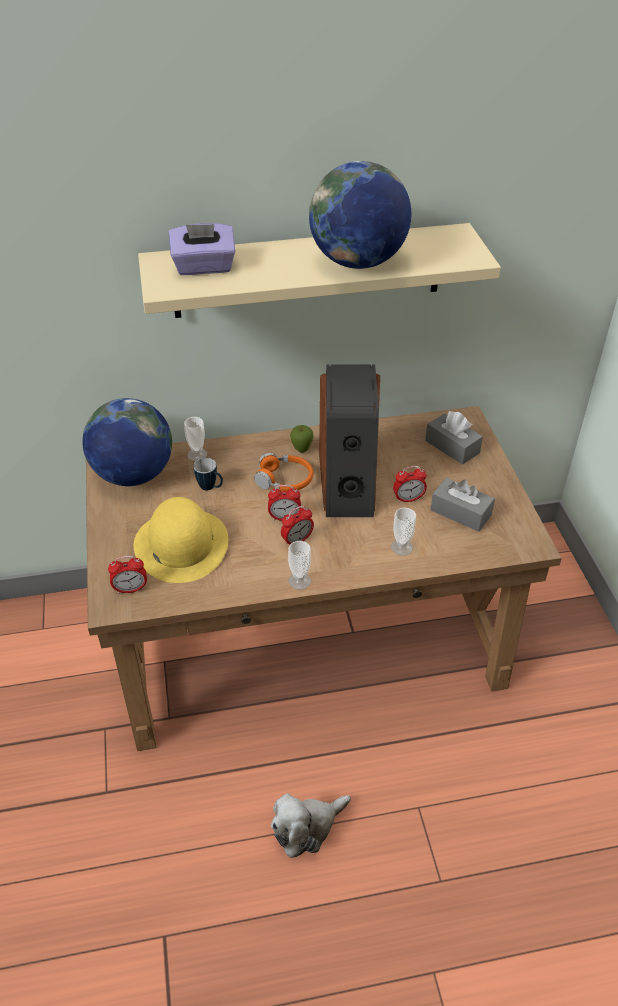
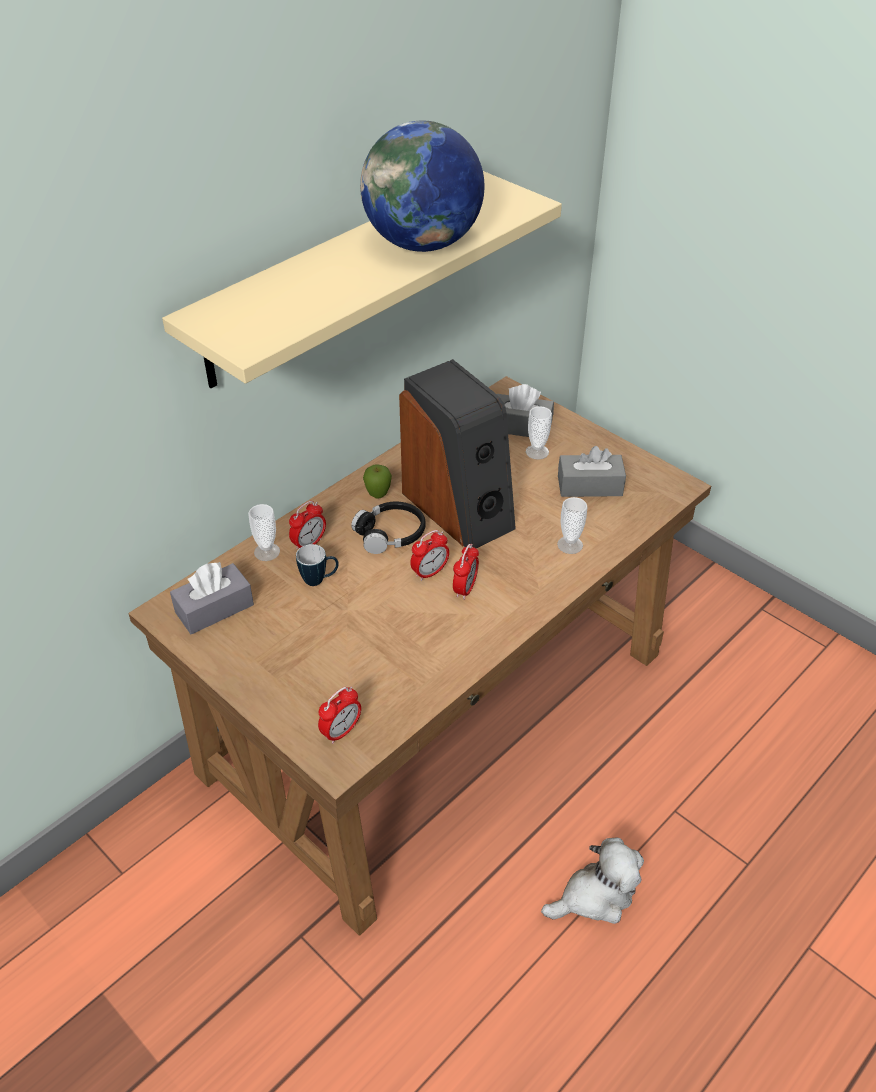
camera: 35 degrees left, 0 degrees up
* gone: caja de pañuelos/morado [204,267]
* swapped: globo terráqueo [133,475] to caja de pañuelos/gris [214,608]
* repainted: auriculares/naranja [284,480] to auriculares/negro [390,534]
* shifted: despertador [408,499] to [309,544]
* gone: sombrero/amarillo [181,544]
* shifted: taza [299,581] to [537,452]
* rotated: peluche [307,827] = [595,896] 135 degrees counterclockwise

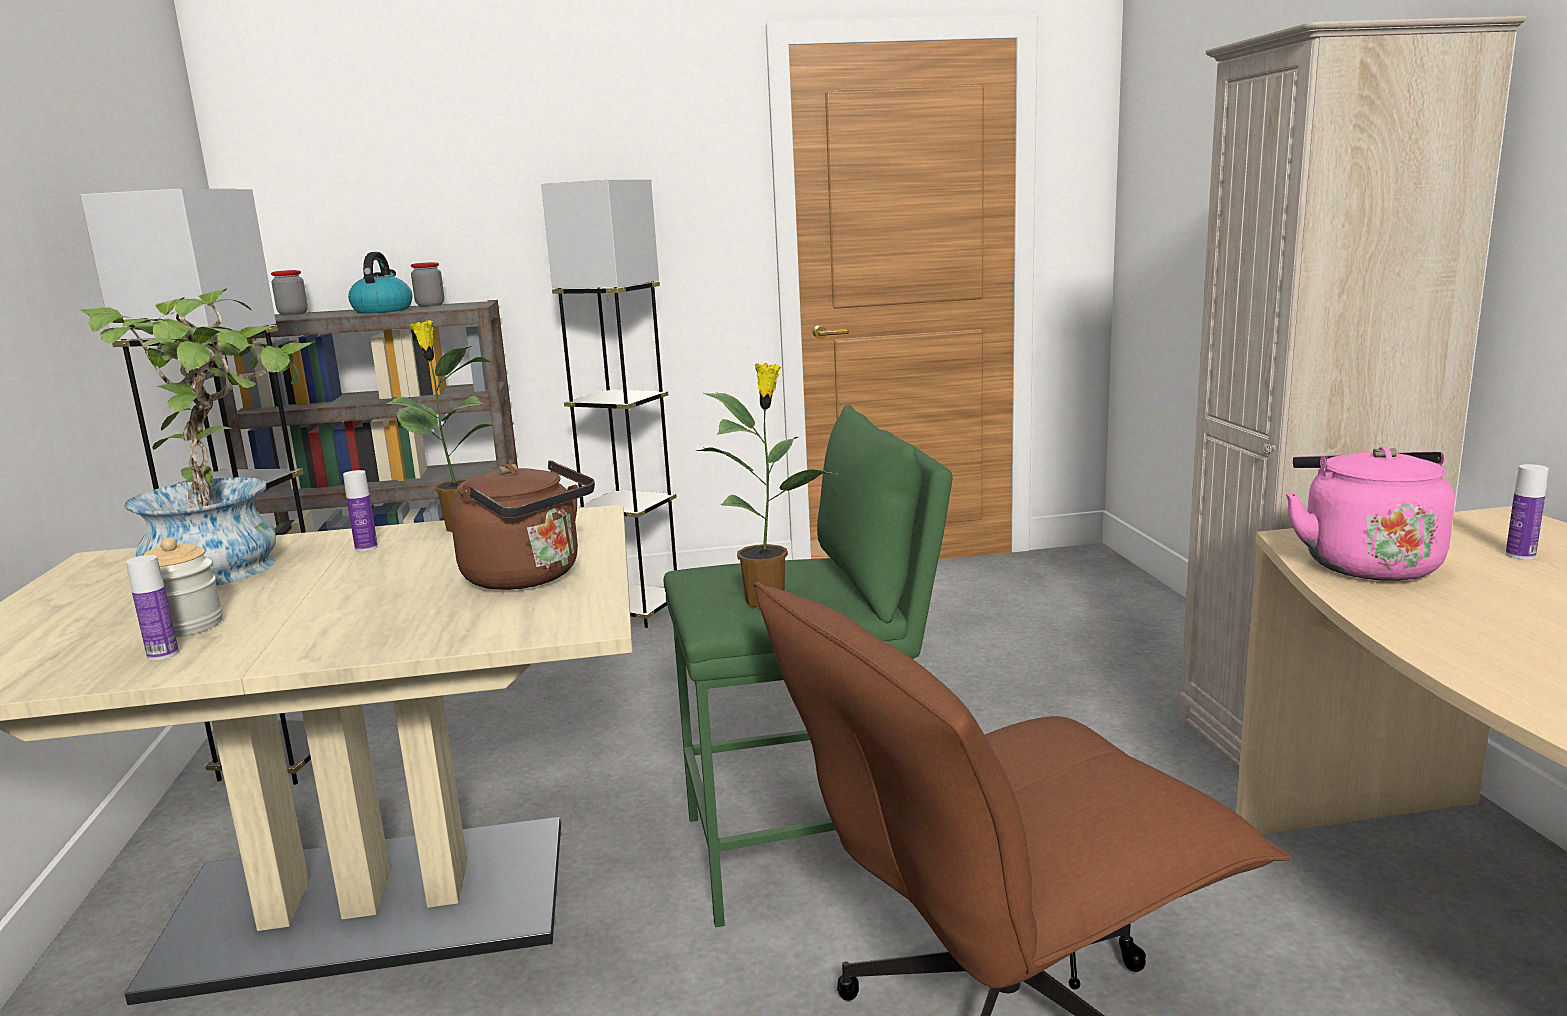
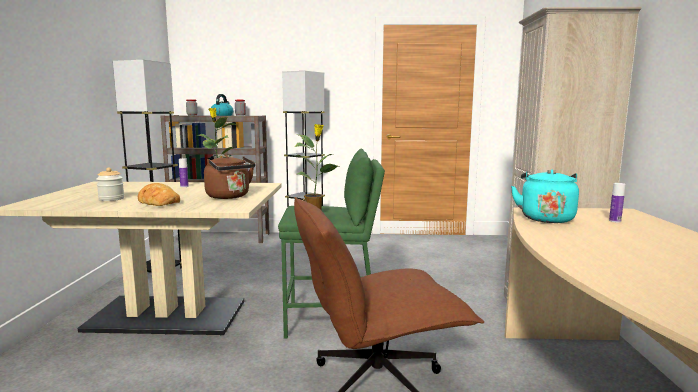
camera: 10 degrees right, 5 degrees down
* gone: planta en maceta [233,564]
* repainted: hervidor/rosa [1364,564] to hervidor/turquesa [545,218]
* gone: botella [163,654]
* new: pan [158,201]

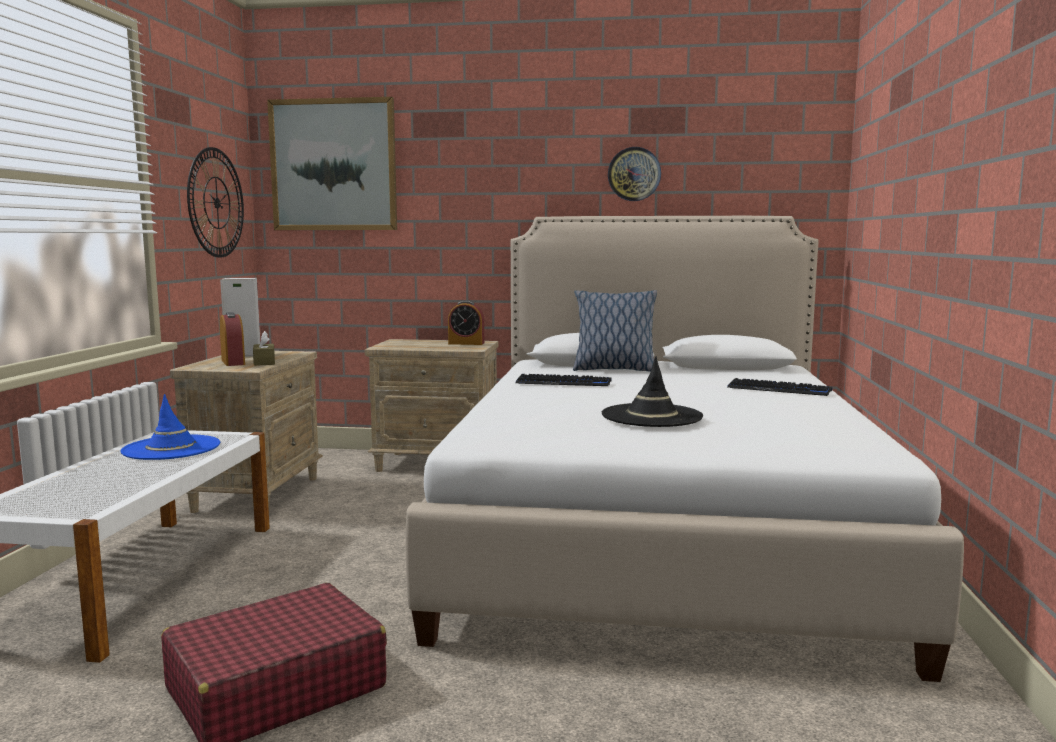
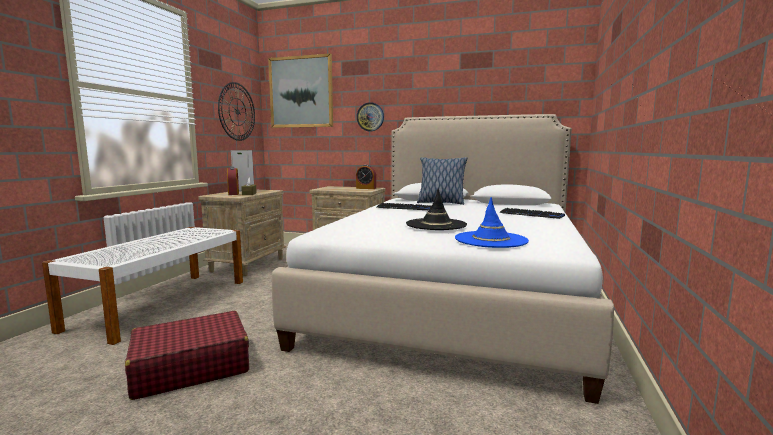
camera: 10 degrees right, 0 degrees up
* shifted: reloj de pared [634,174] to [370,117]
* shifted: sombrero/azul [171,448] to [491,240]

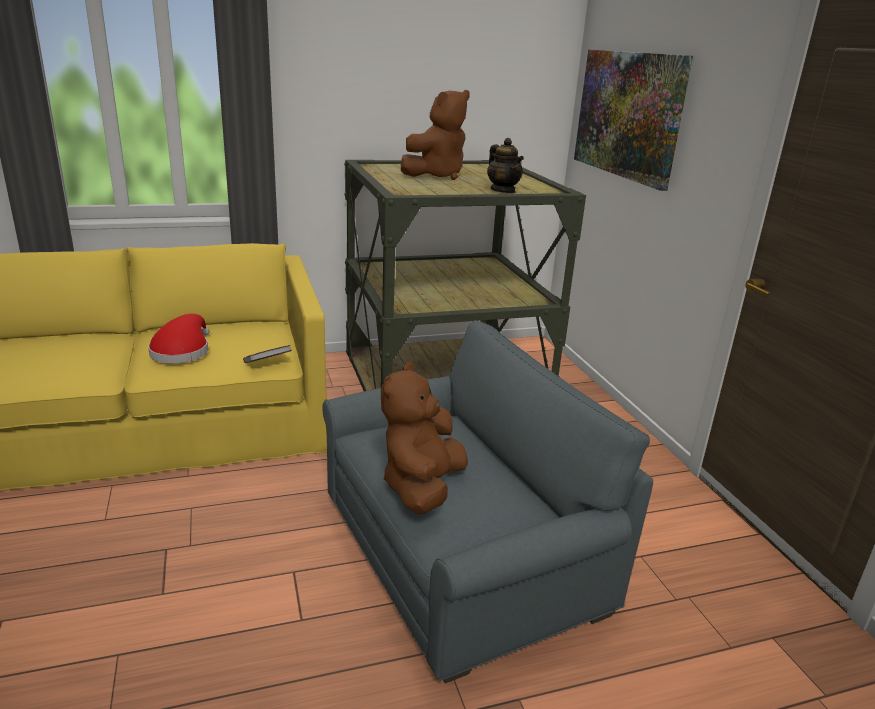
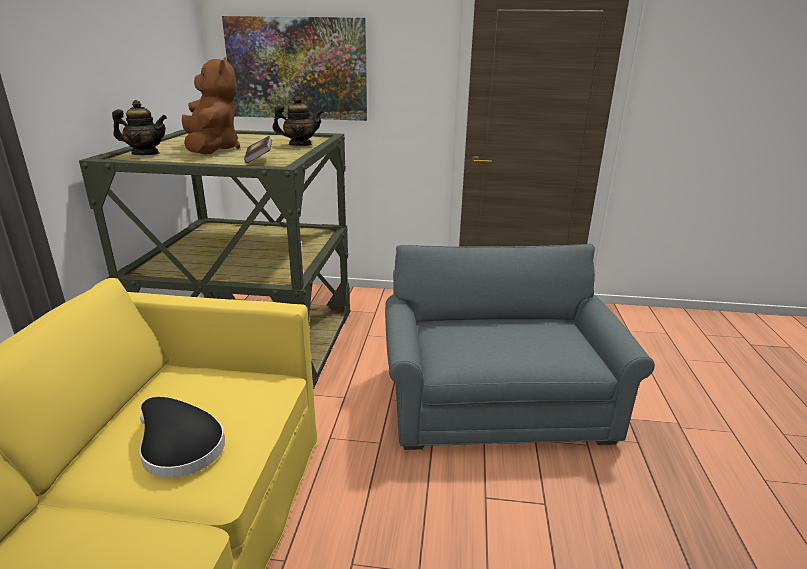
camera: 65 degrees left, 0 degrees up
* repainted: sombrero/rojo [182,351] to sombrero/negro [179,448]
* shifted: libro [267,363] to [259,158]
* gone: peluche/marrón [422,487]
* new: tetera [145,154]

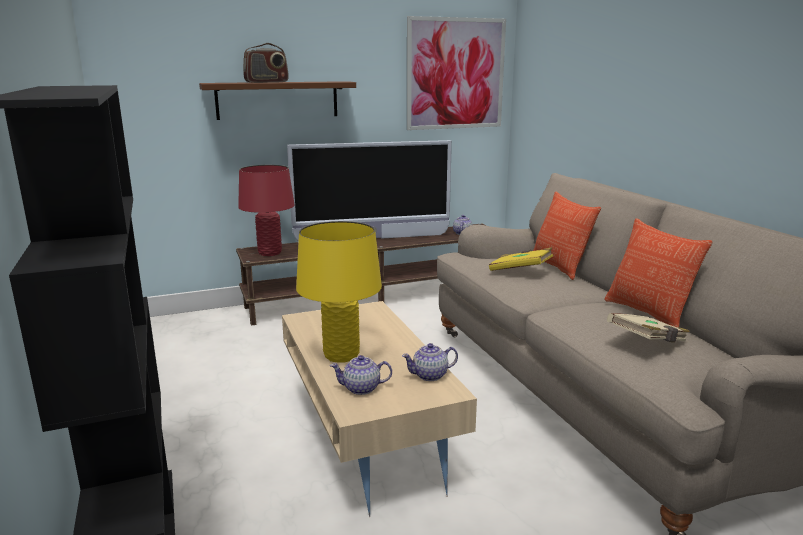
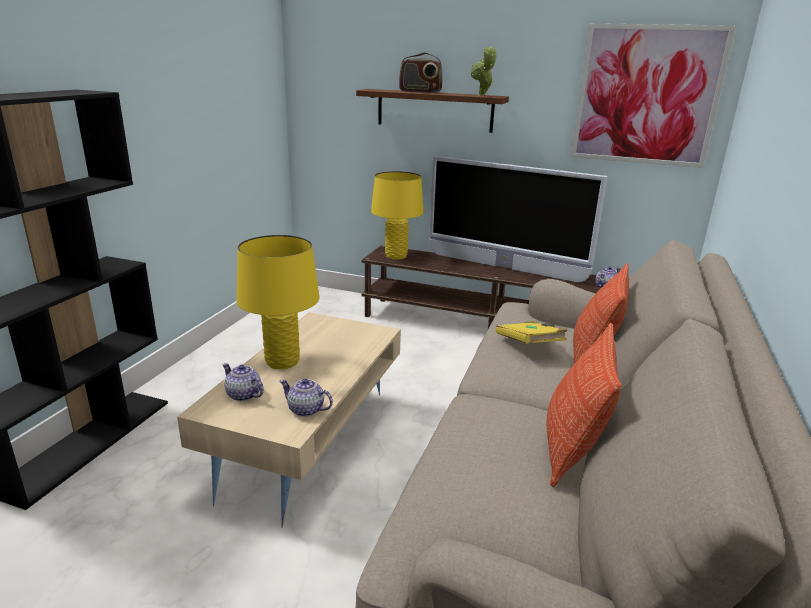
camera: 40 degrees right, 5 degrees up
* repainted: lámpara de mesa/rojo [270,253] to lámpara de mesa/amarillo [396,256]
* gone: libro/beis [647,342]
* new: planta en maceta [482,95]

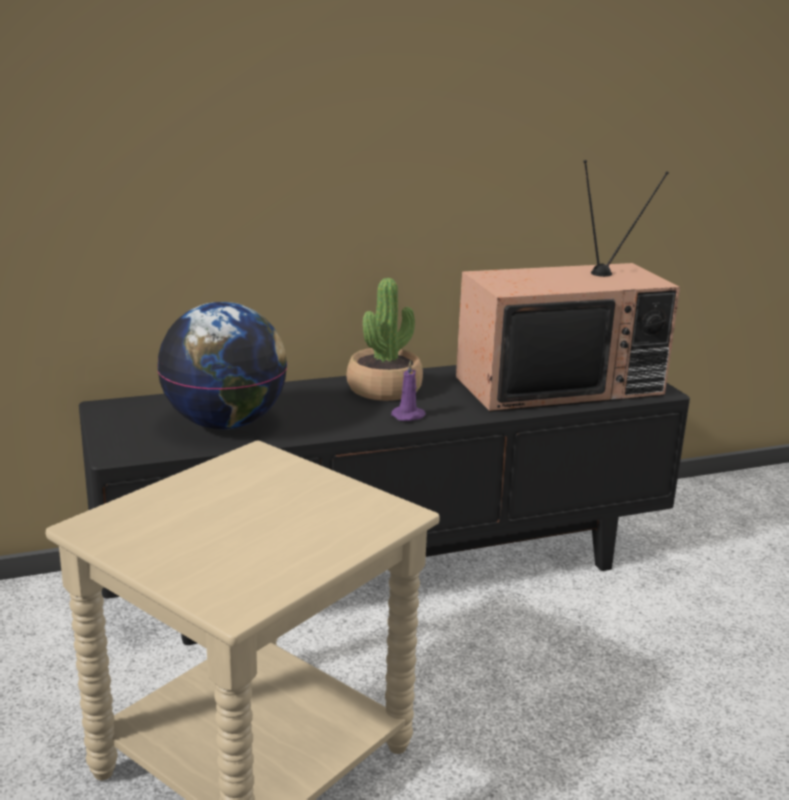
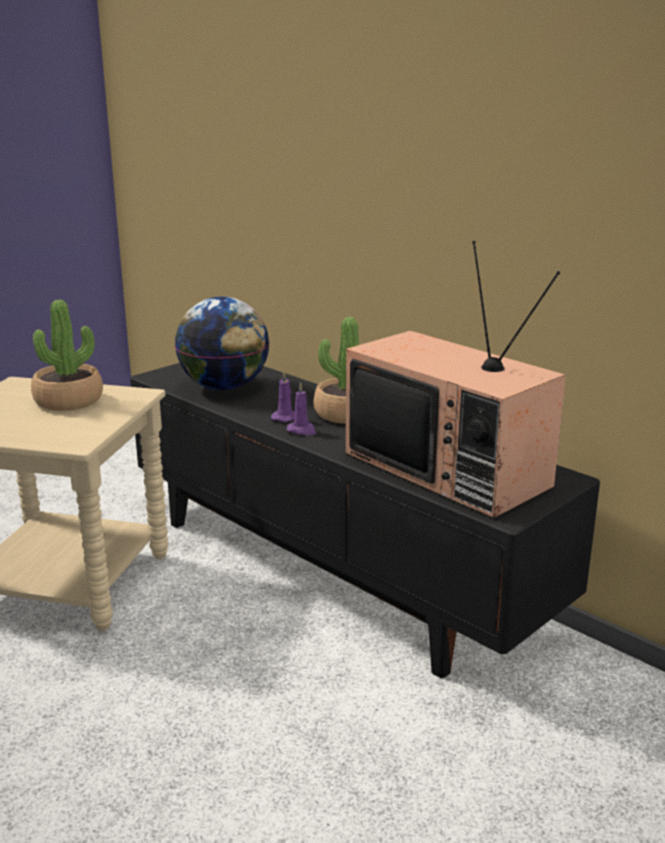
camera: 65 degrees right, 0 degrees up
* new: planta en maceta [69,401]
* new: vela/morado [285,417]

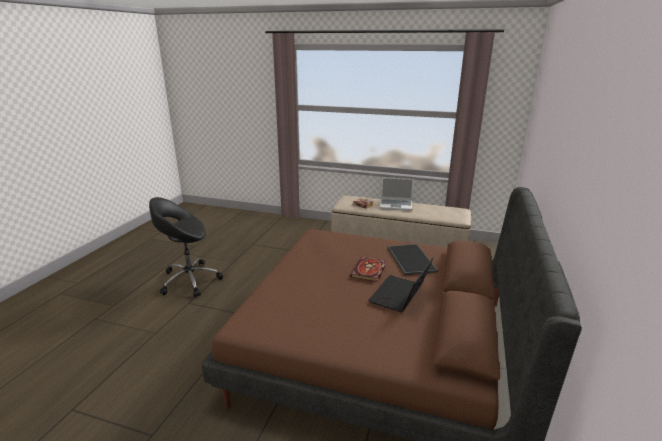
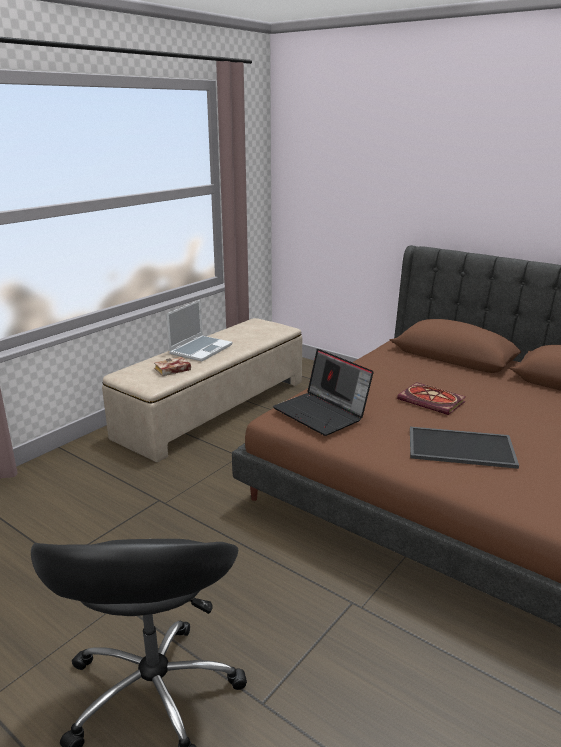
camera: 70 degrees left, 0 degrees up
* shifted: bandeja [410,259] to [460,448]
* shifted: portátil [400,295] to [322,413]

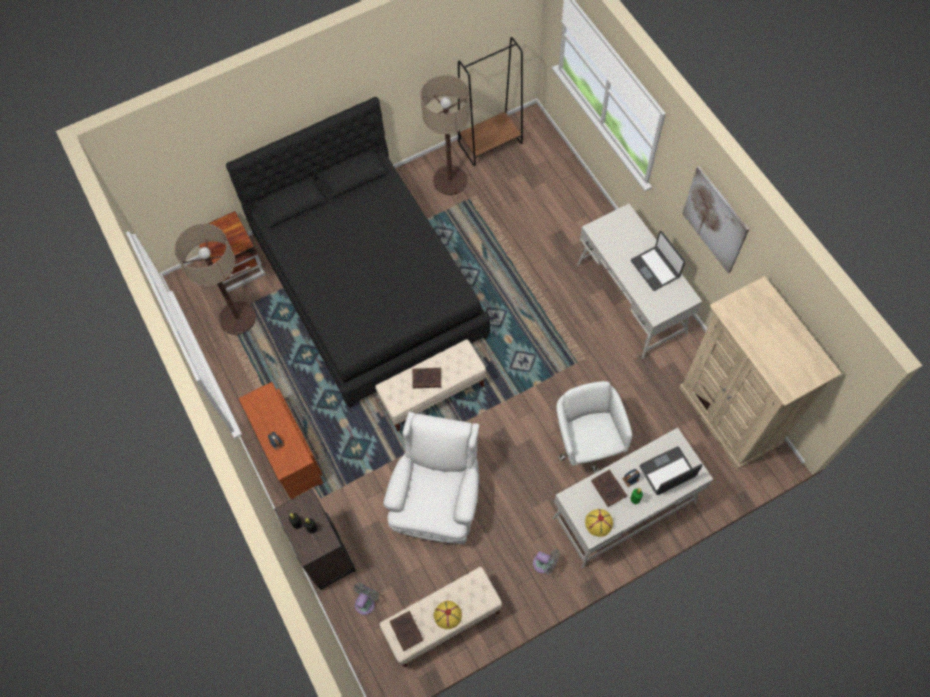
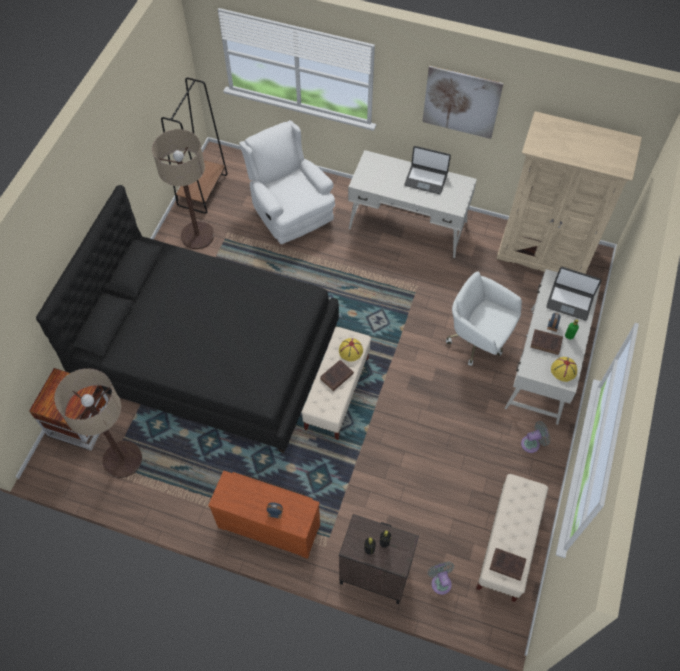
camera: 45 degrees left, 5 degrees down
* shifted: sillón/blanco [437,497] to [290,212]
* rotated: portátil [667,472] = [569,301] 90 degrees counterclockwise
* shifted: sombrero/amarillo [447,615] to [350,351]

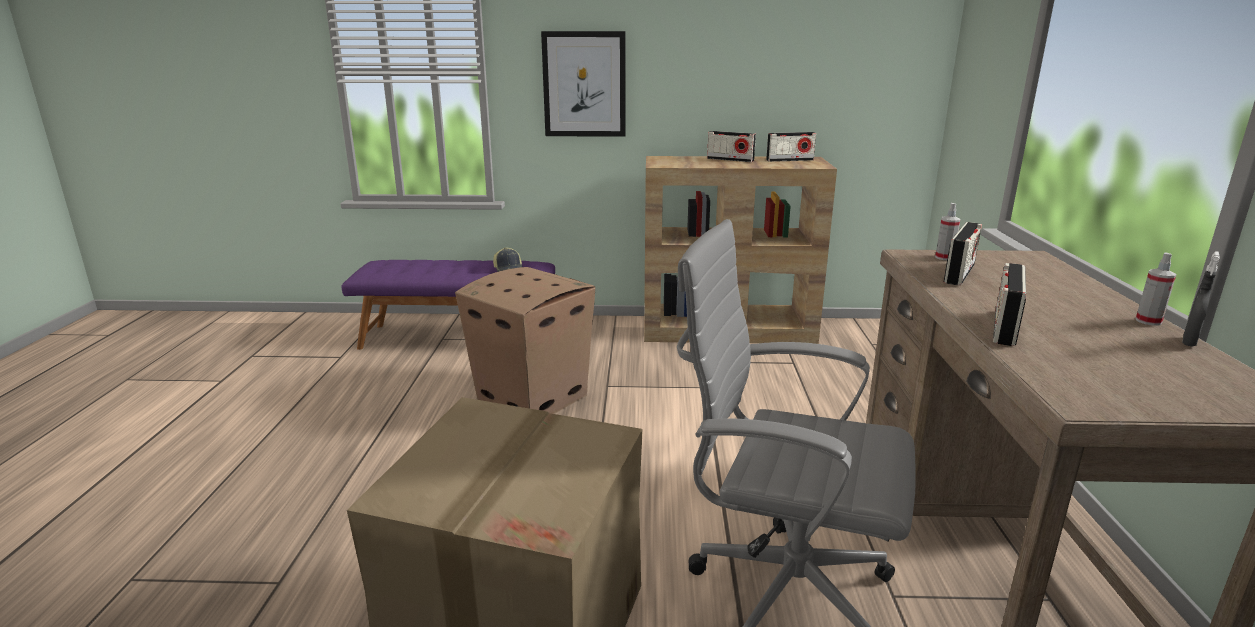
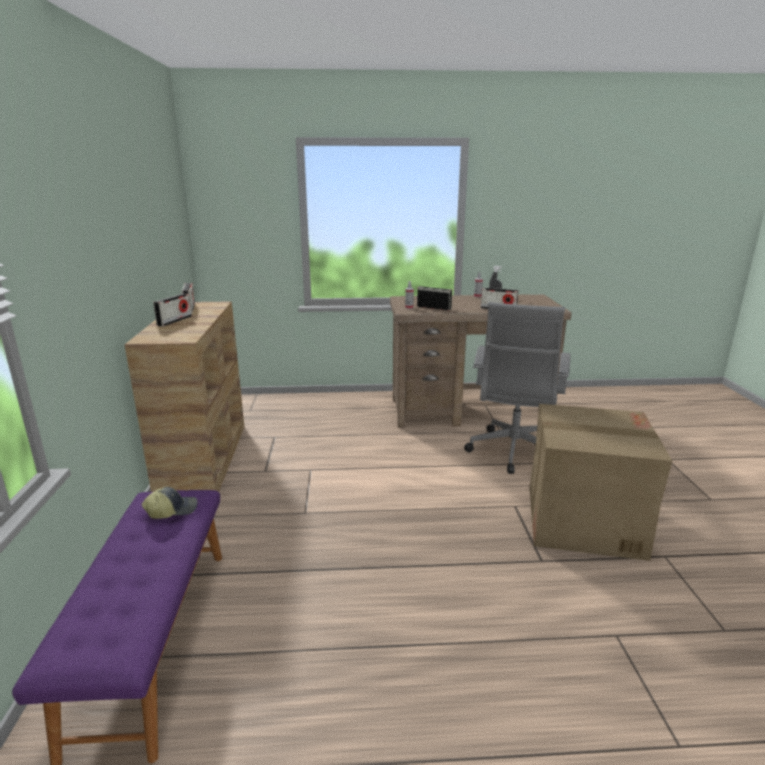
camera: 95 degrees left, 0 degrees up
* gone: cuadro [584,84]
* gone: caja de cartón [531,398]

